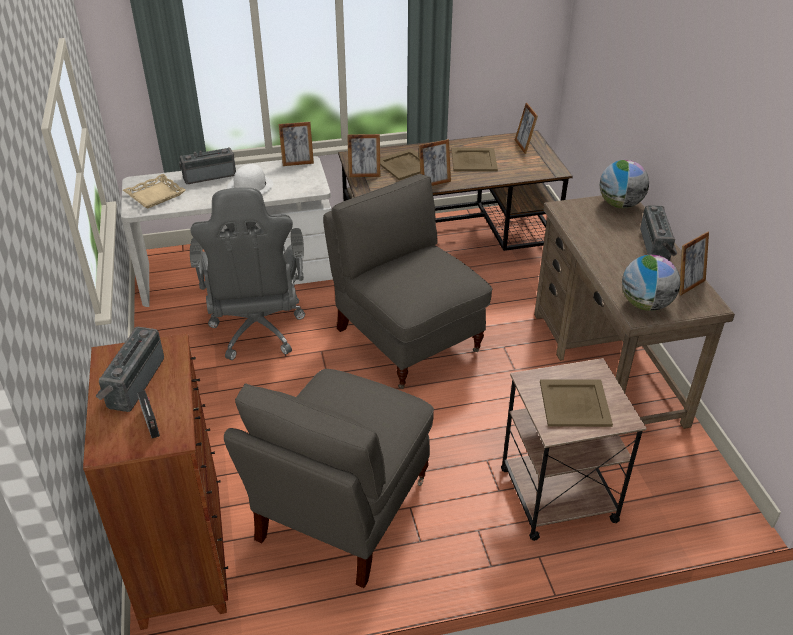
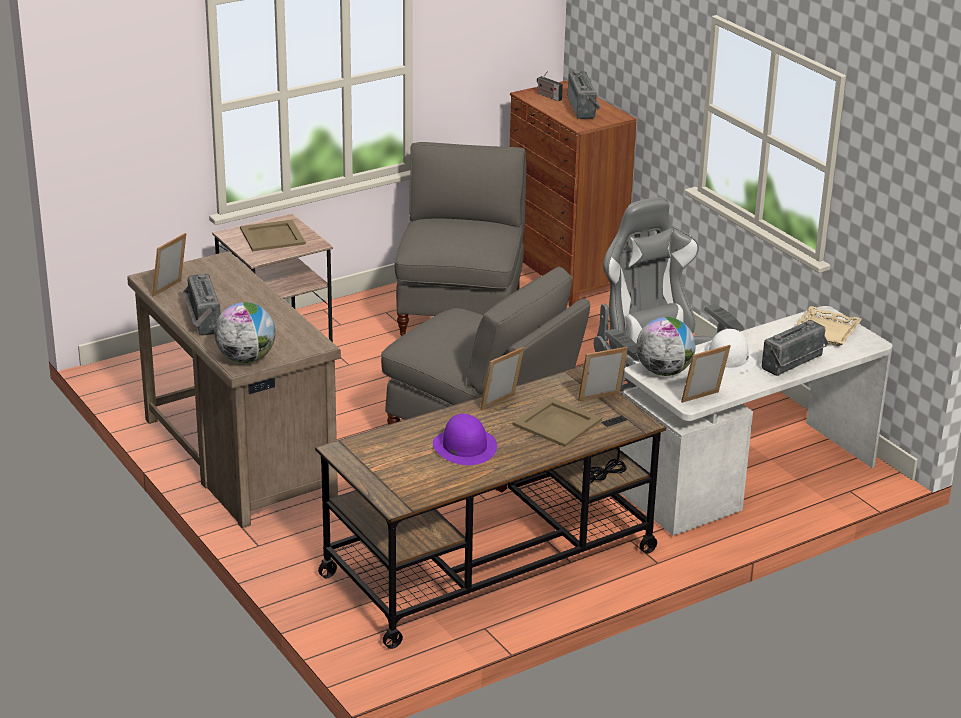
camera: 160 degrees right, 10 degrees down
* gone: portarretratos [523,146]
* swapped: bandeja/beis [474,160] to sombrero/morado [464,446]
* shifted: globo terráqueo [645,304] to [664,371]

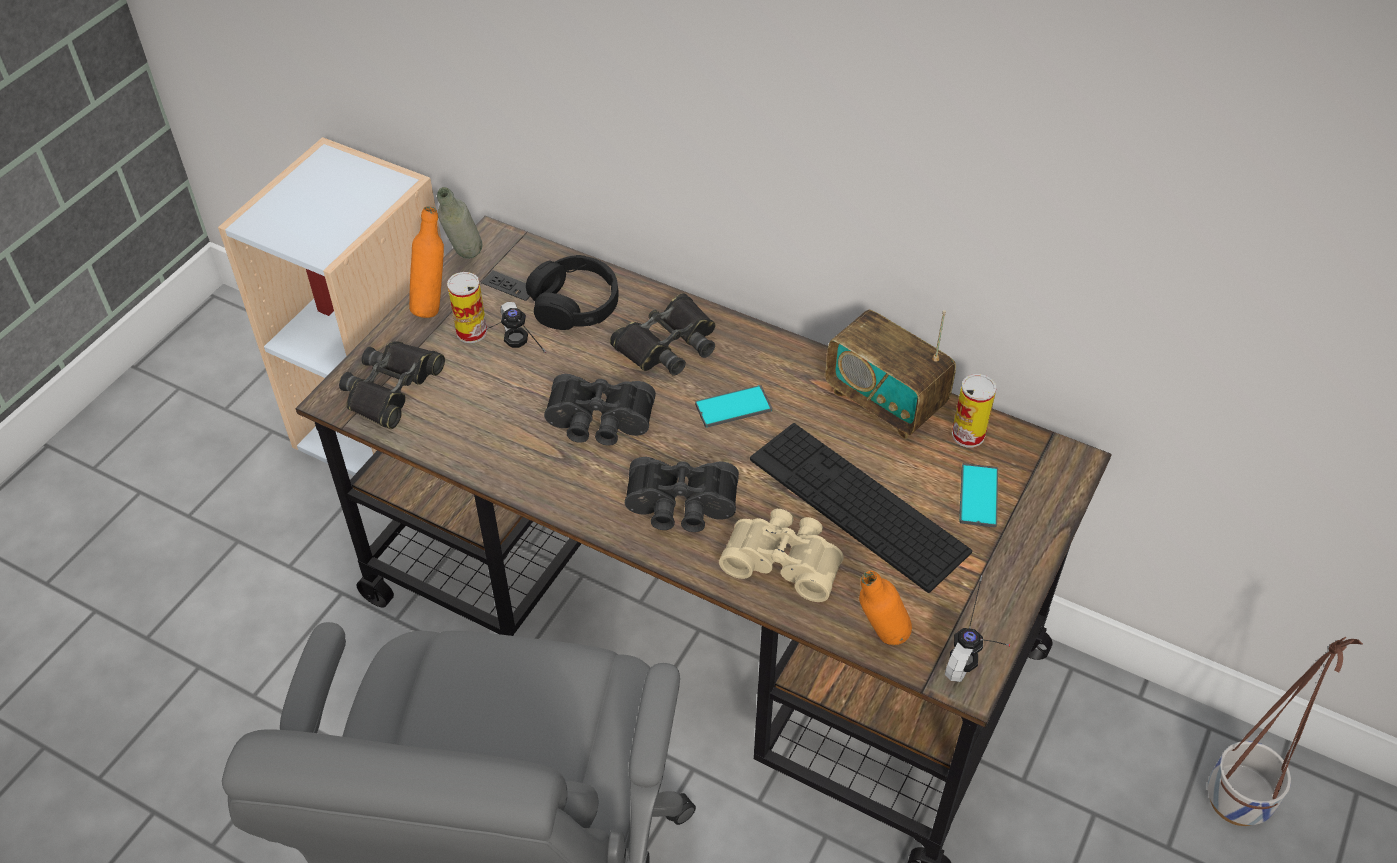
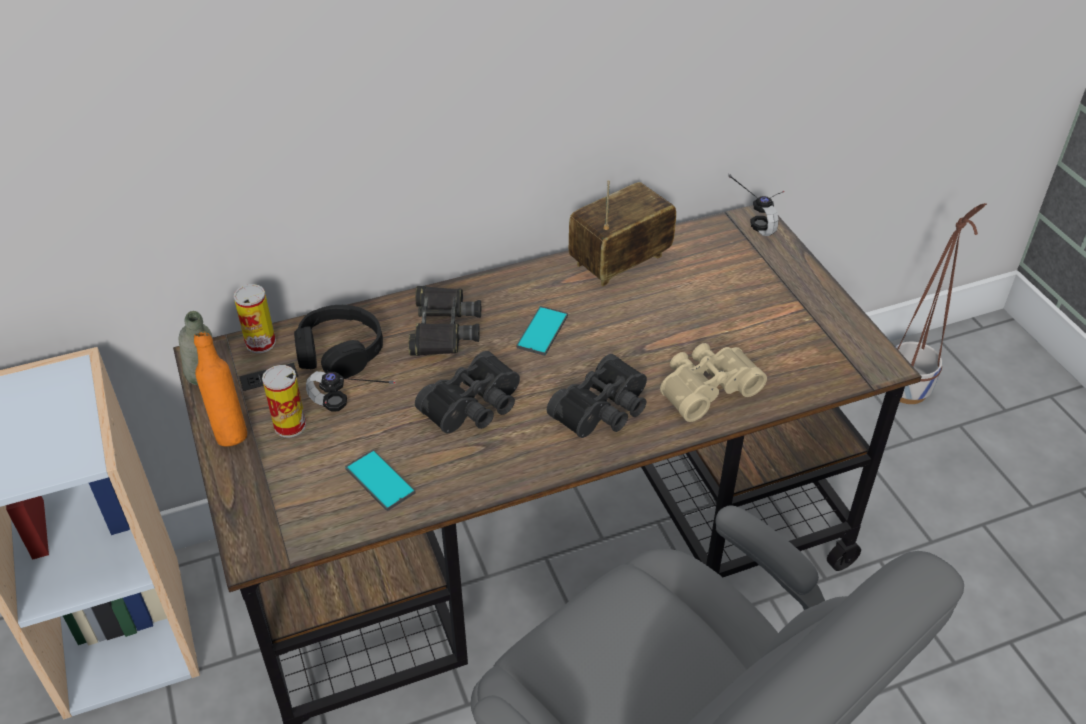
camera: 50 degrees left, 5 degrees down
* rotated: radio [885,402] = [620,262] 150 degrees clockwise
* gone: prismáticos/negro [392,389]
* shifted: lata [968,435] to [260,343]
* gone: teclado [857,505]
* shifted: móvil [978,496] to [380,481]
* gone: botella/naranja [879,642]
* shifted: auriculares [978,653] to [759,219]

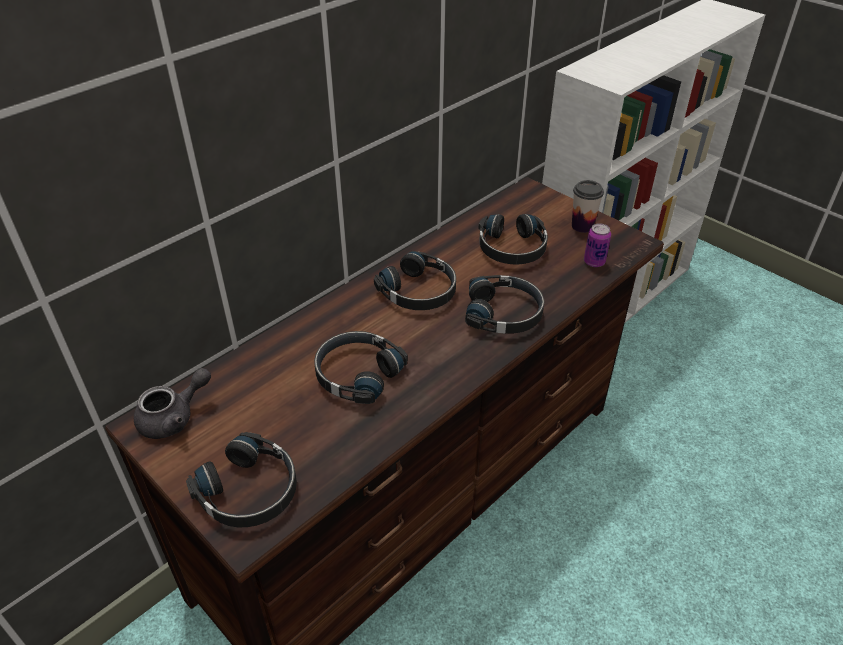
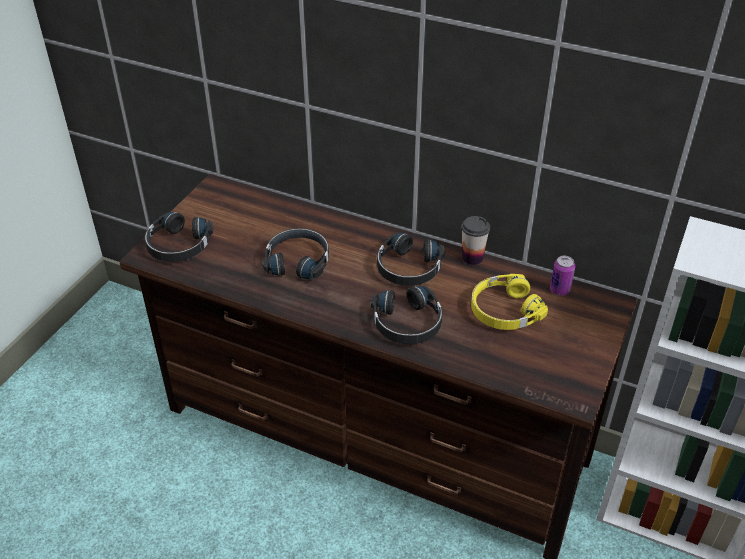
camera: 70 degrees right, 0 degrees up
* shifted: taza [582,226] to [472,258]
* repainted: auriculares/negro [512,248] to auriculares/amarillo [504,310]
* shifted: lata [594,262] to [559,290]
* gone: tetera/gris [174,418]

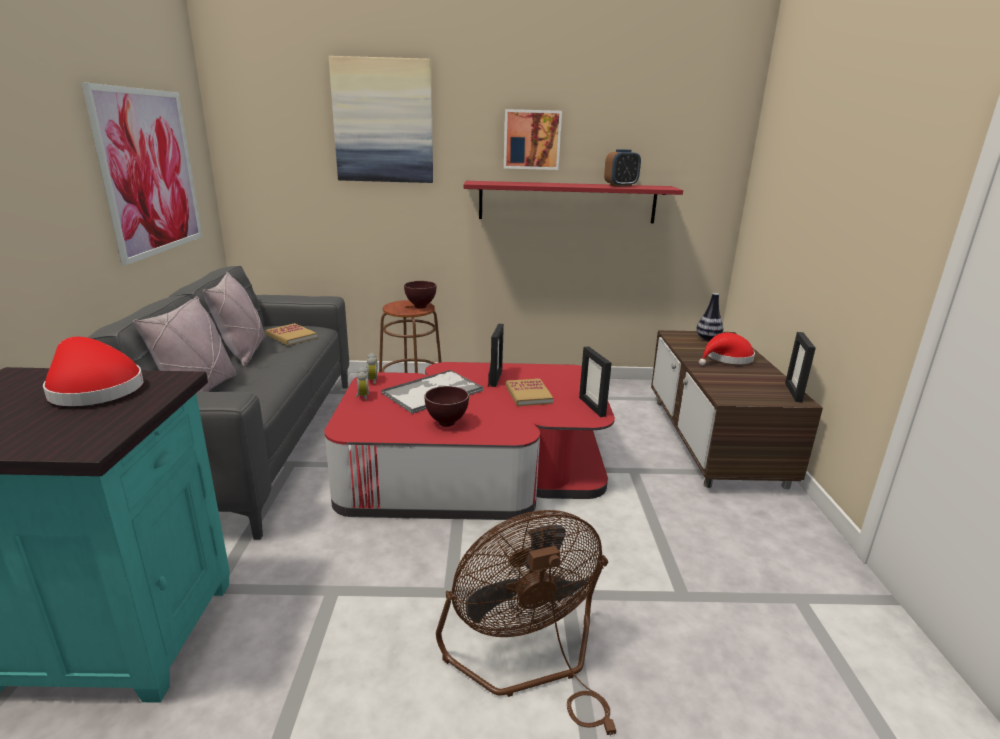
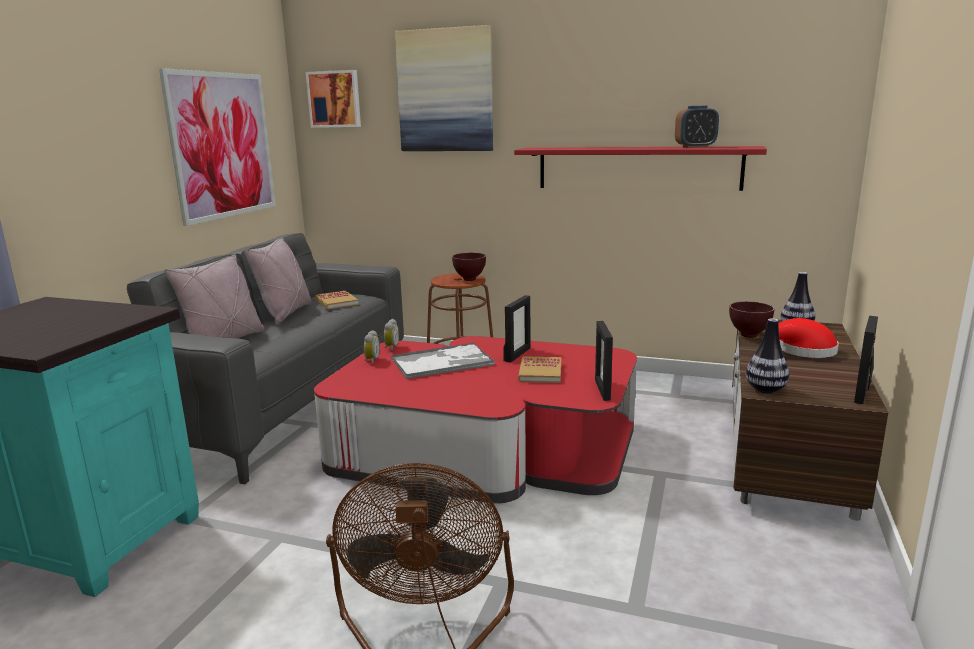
camera: 20 degrees right, 5 degrees down
* shifted: cuadro [532,139] to [335,99]
* gone: sombrero/rojo [93,389]
* shifted: cuenco/marrón [446,423] to [748,335]
* new: florero [765,390]

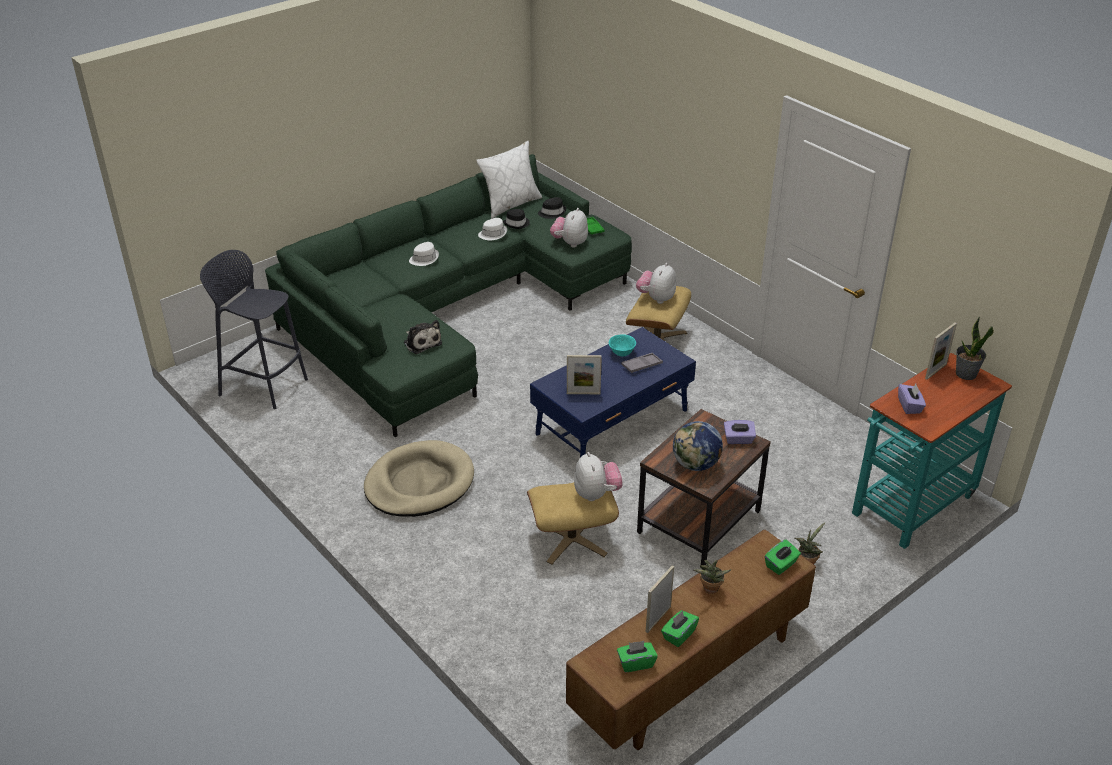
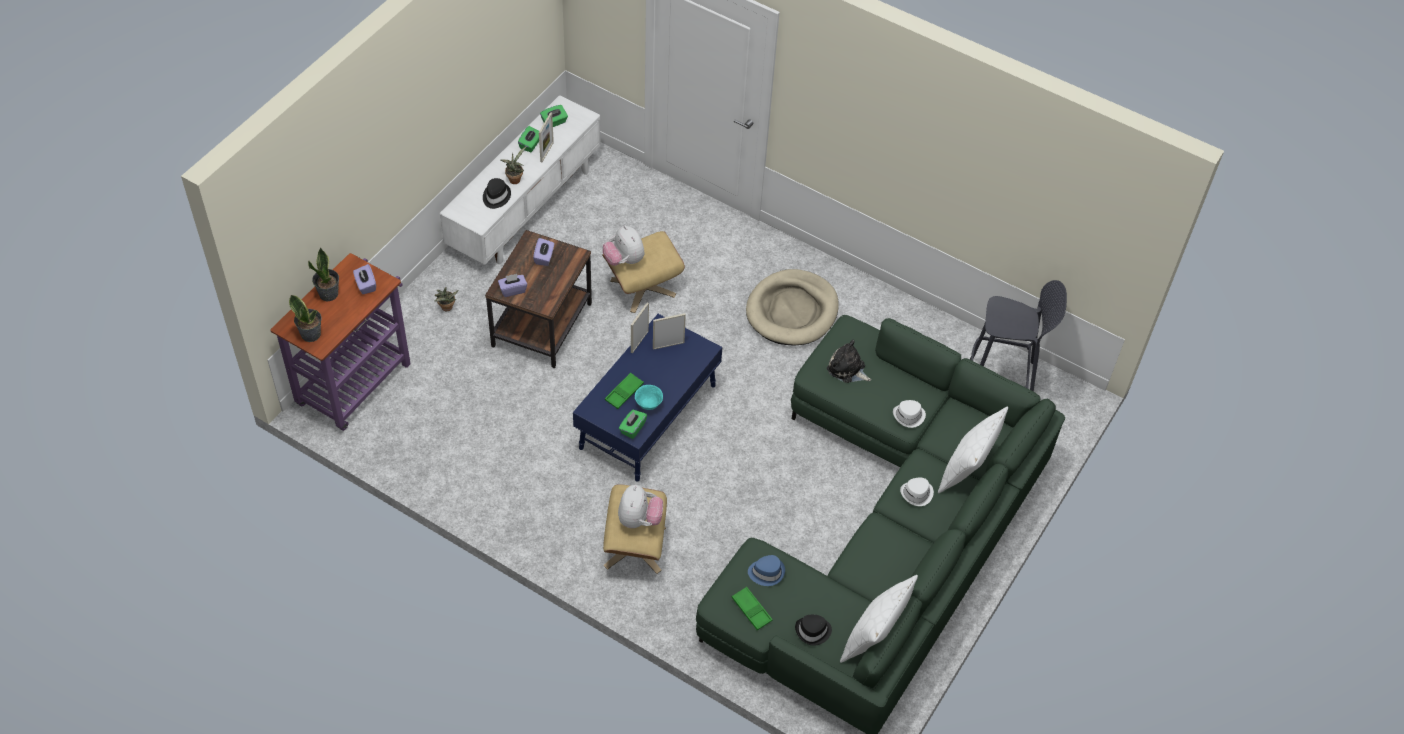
camera: 160 degrees right, 15 degrees up
* swapped: peluche [570,243] to sombrero/azul [766,572]
* shifted: sombrero/negro [517,224] to [496,196]
* shifted: sombrero/blanco [493,234] to [909,416]
* shifted: portarretratos [935,371] to [639,342]
* repainted: bandeja/gris [641,365] to bandeja/verde [624,393]
* repainted: carrito/turquesa [912,506] to carrito/morado [355,384]
* swapped: globo terráqueo [696,464] to caja de pañuelos/morado [544,257]
* repainted: mueble de televisión/marrón [690,672] to mueble de televisión/blanco [524,205]
* shifted: caja de pañuelos/verde [781,565] to [632,428]
* new: planta en maceta [329,294]
* new: cojín/blanco [967,470]

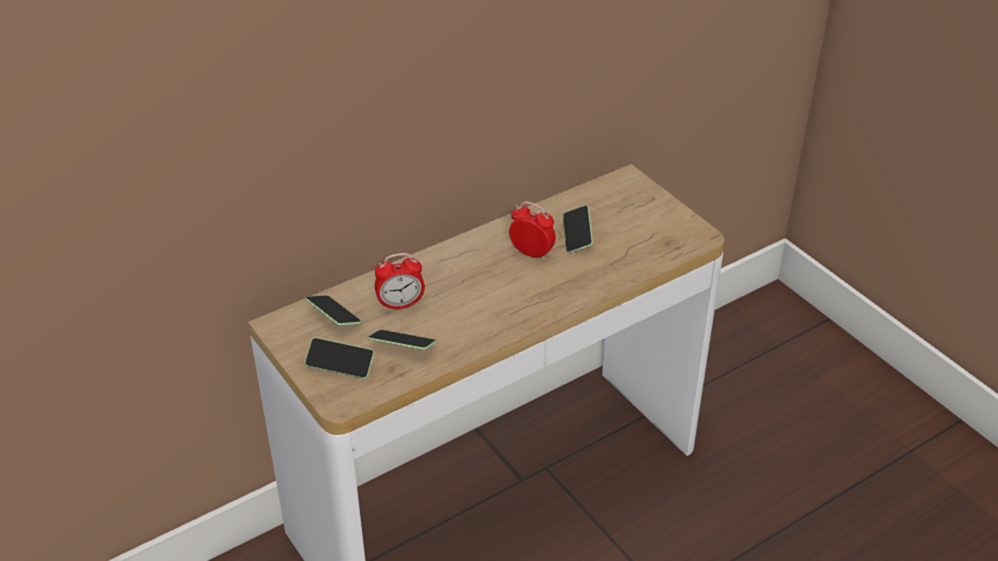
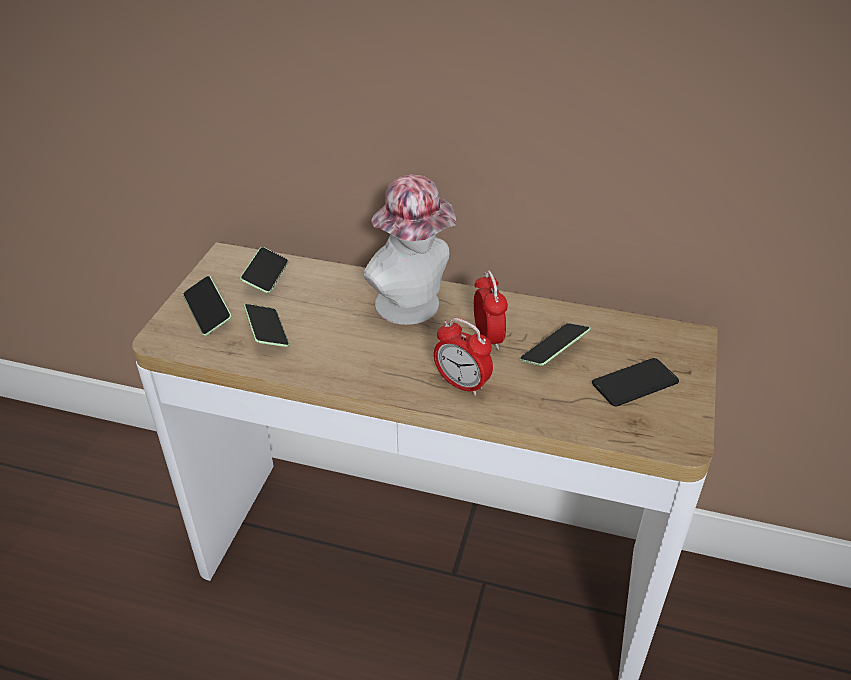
camera: 50 degrees right, 0 degrees up
* shifted: despertador [400,305] to [462,384]
* new: sombrero [413,308]
* new: móvil [635,383]

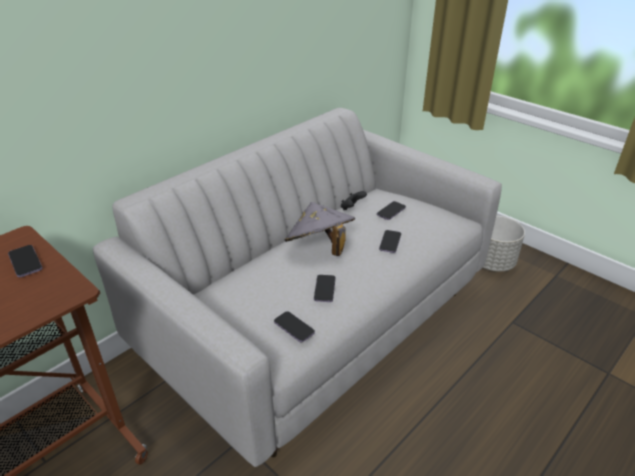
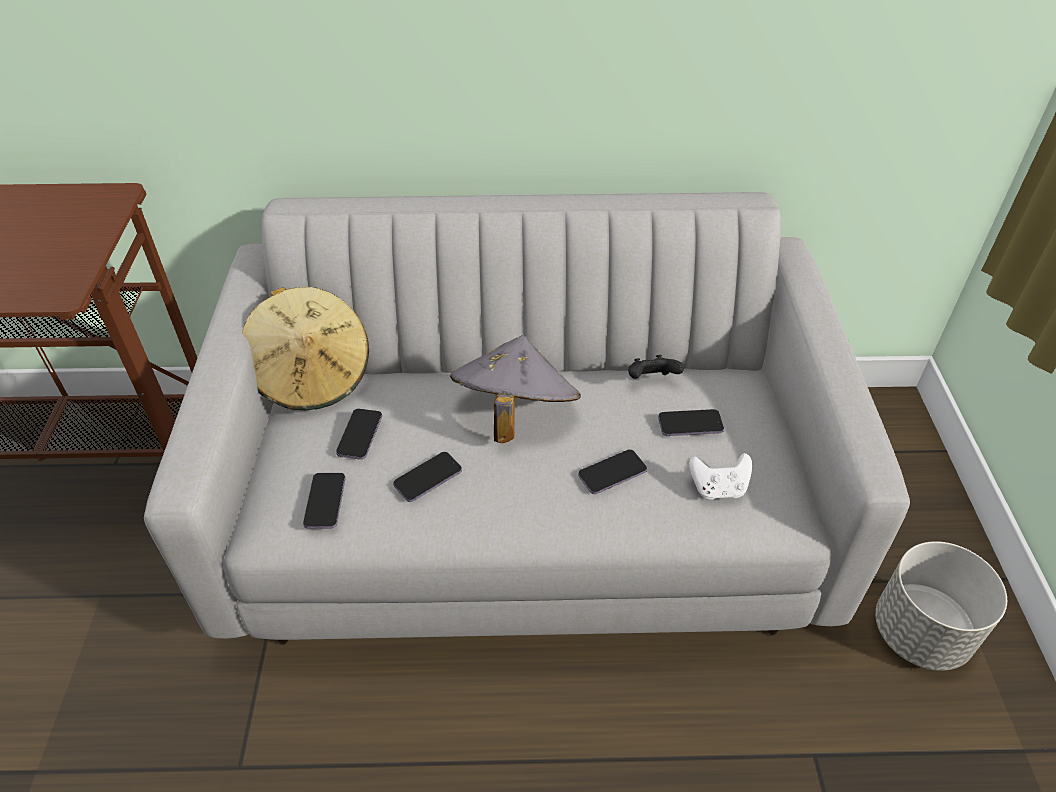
camera: 45 degrees right, 10 degrees up
* shifted: móvil [25,262] to [360,435]
* new: sombrero/beis [312,376]
* new: mando de consola/blanco [718,488]

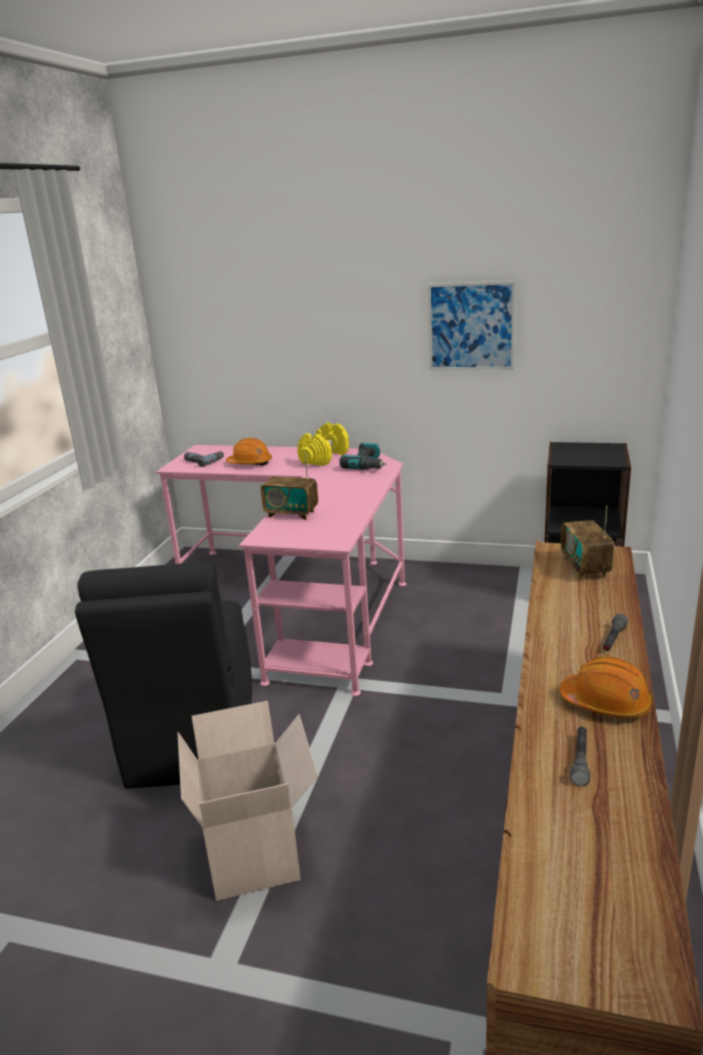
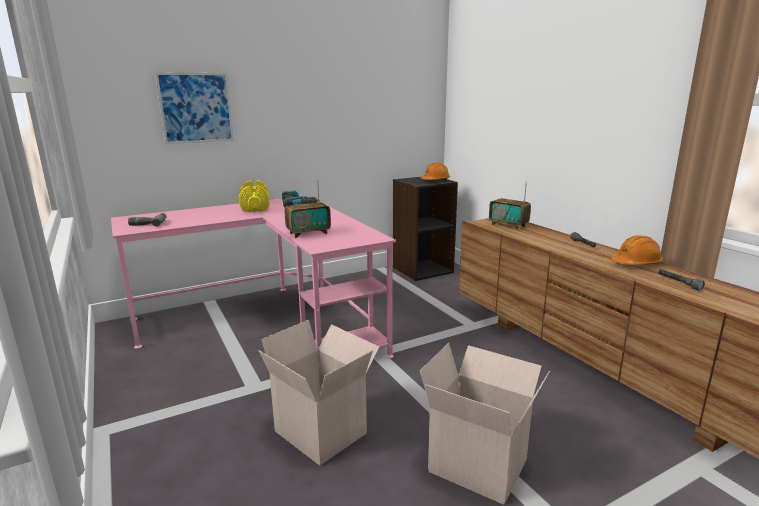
camera: 45 degrees left, 5 degrees down
* shifted: cuadro [471,326] to [196,108]
* shifted: casco/naranja [250,463] to [435,180]
* swapped: silla/negro [192,739] to caja de cartón [323,431]

